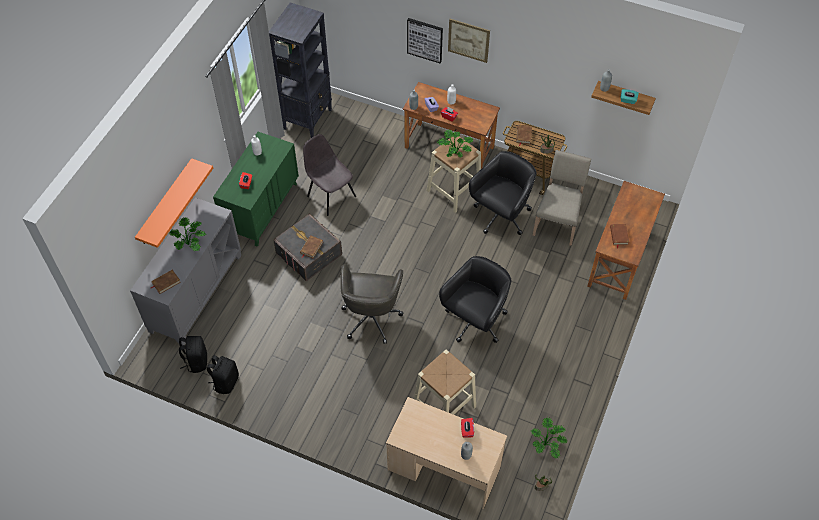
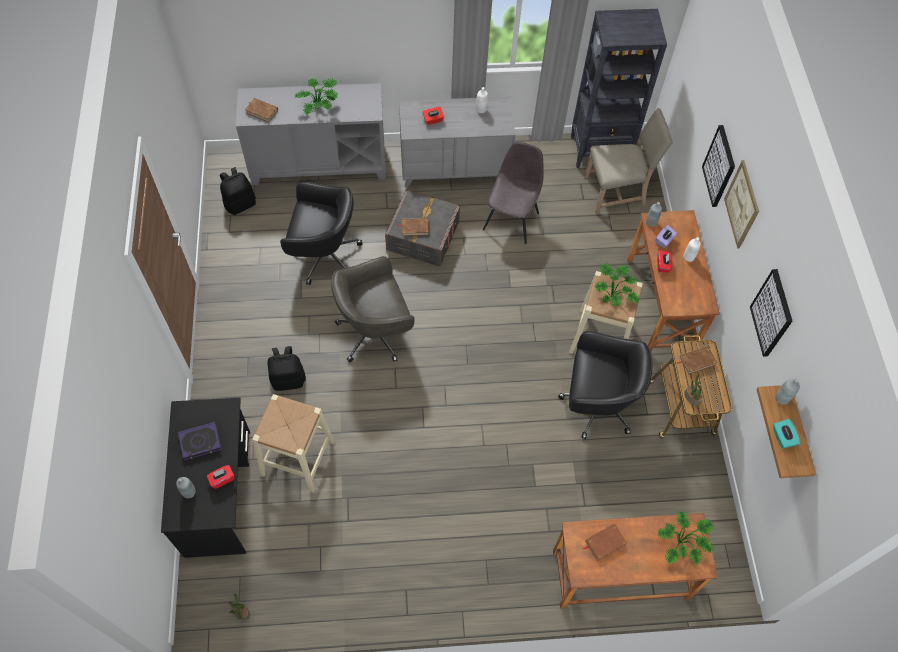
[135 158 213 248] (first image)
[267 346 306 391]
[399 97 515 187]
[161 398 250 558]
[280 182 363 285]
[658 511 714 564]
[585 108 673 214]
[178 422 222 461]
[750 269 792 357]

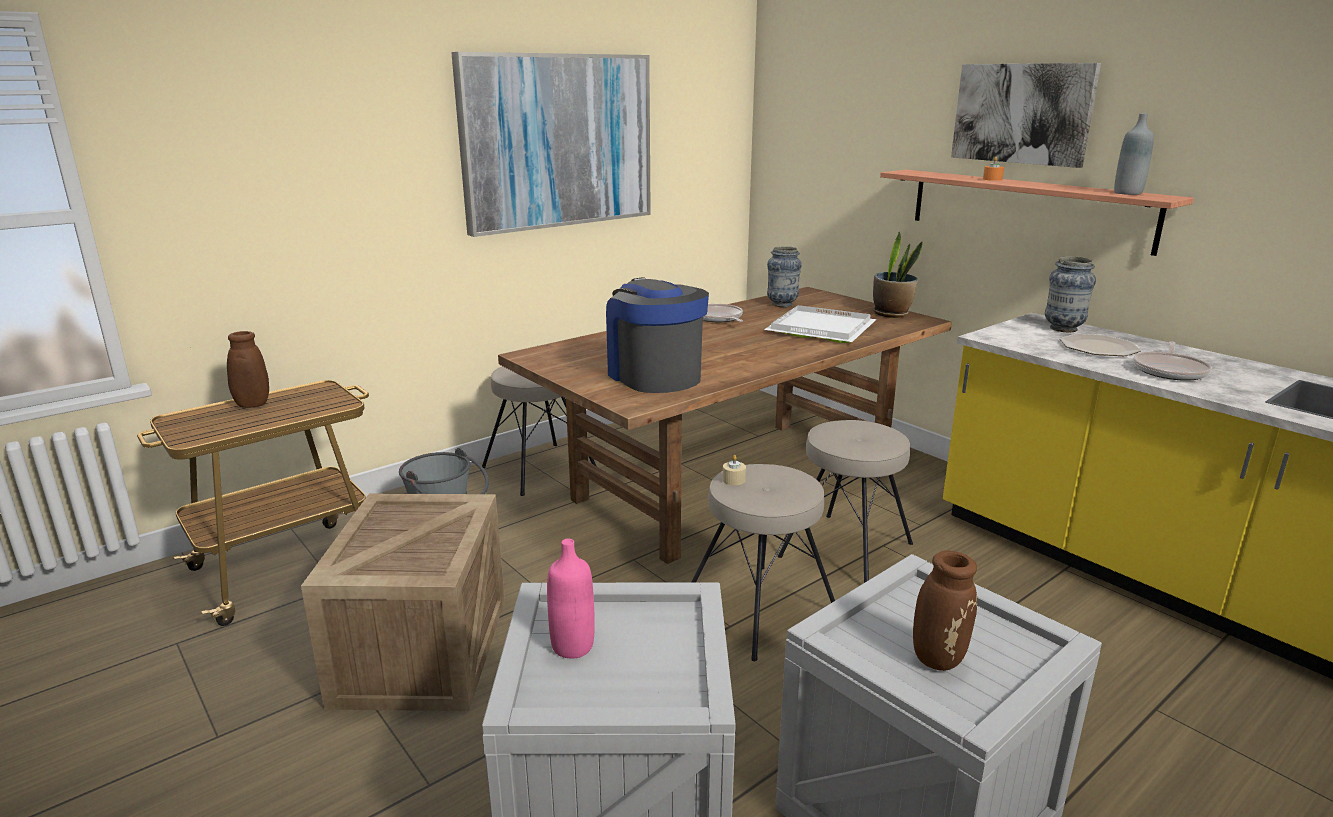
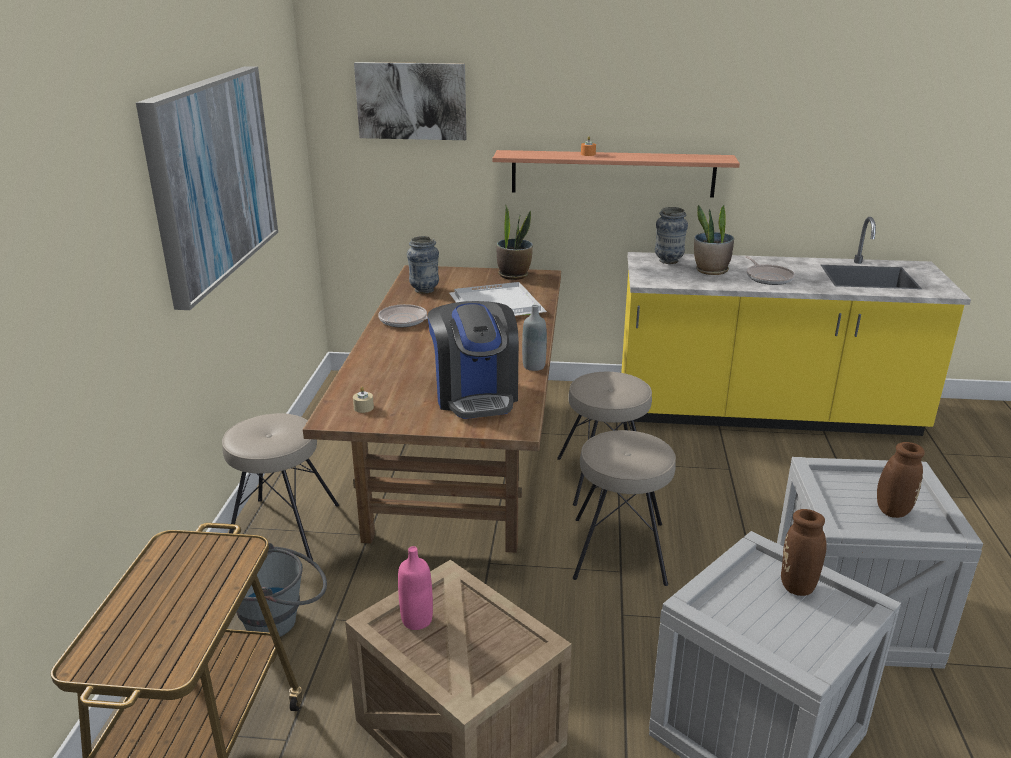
[781 509 863 596]
[398 546 433 630]
[428 301 519 419]
[353 387 374 413]
[354 62 467 140]
[694 205 734 275]
[522 305 547 371]

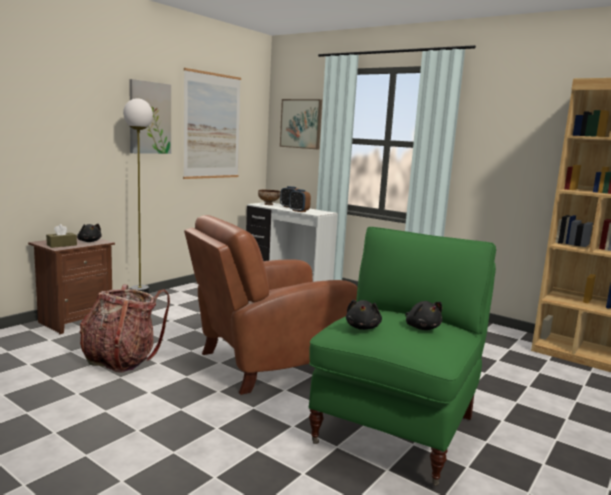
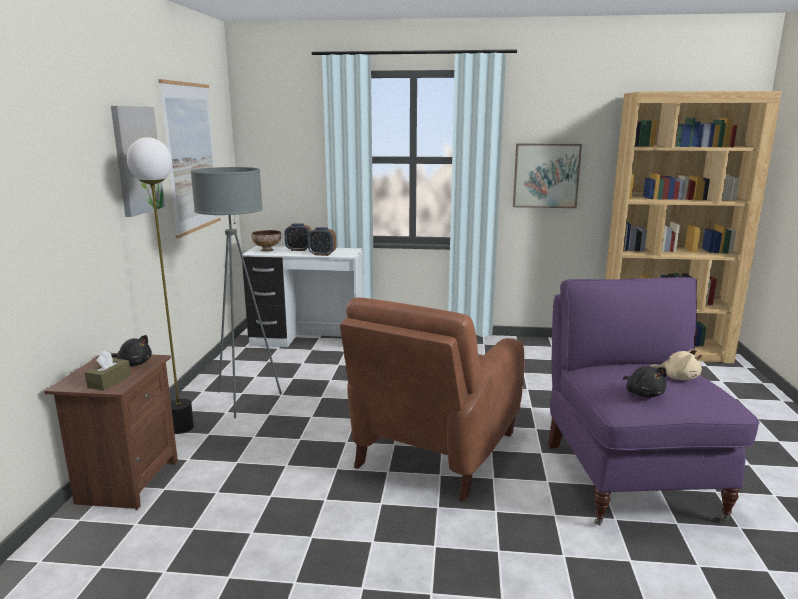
[79 285 170 373] (first image)
[513 144 582 208]
[548 277 760 525]
[649 349 702 380]
[190 167 282 418]

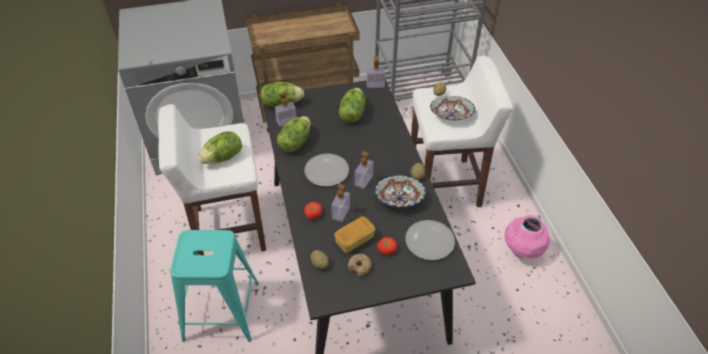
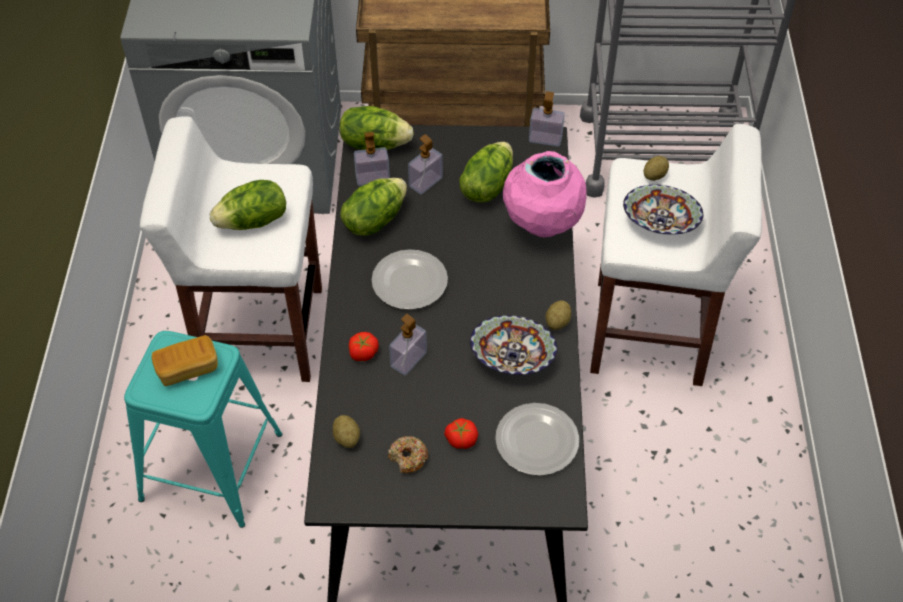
[152 335 218 386]
[408 134 443 194]
[503 151 586 237]

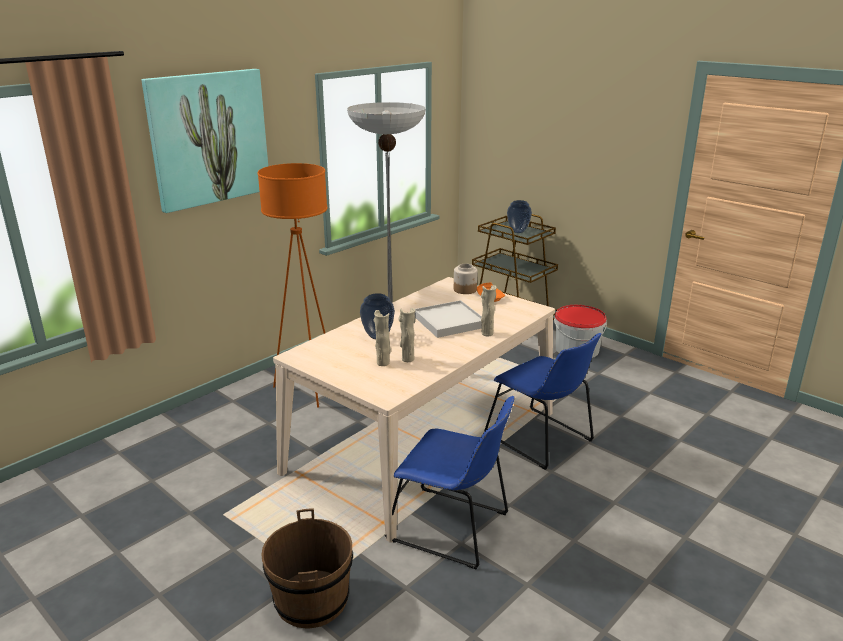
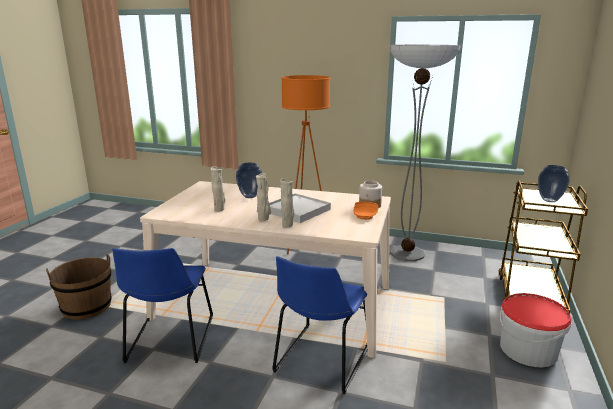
[141 69 268 213] (first image)
[256 173 271 221]

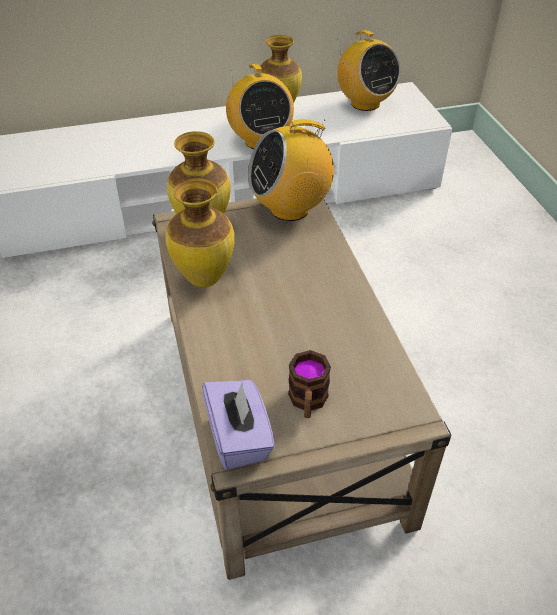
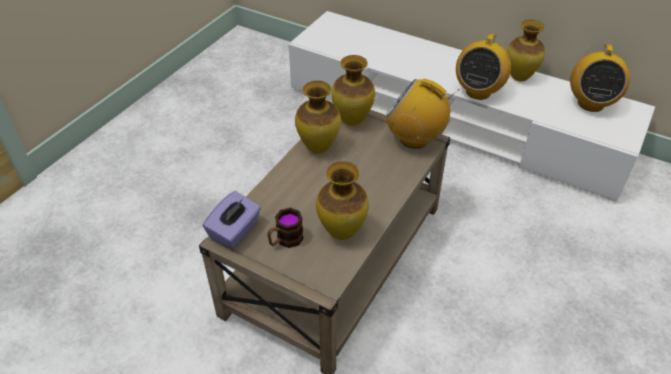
[316 161 369 240]

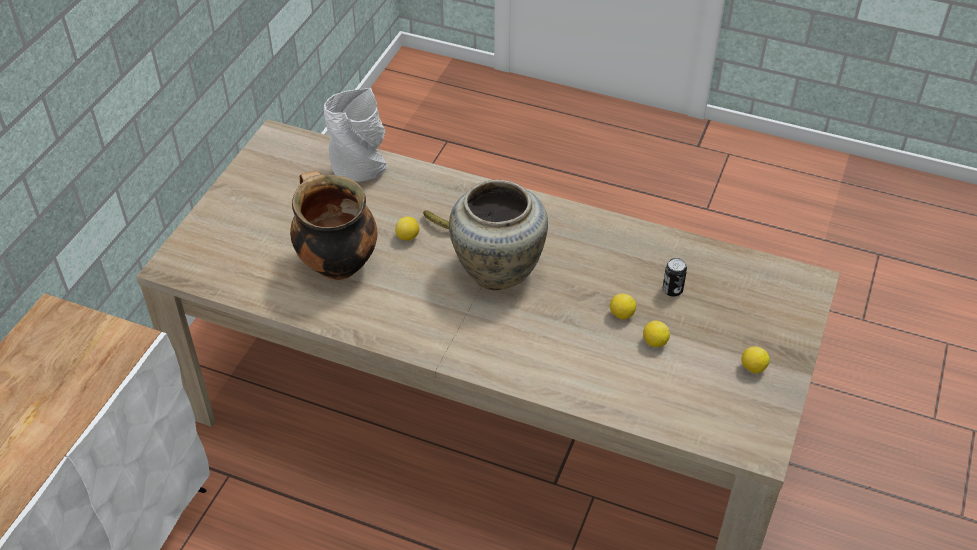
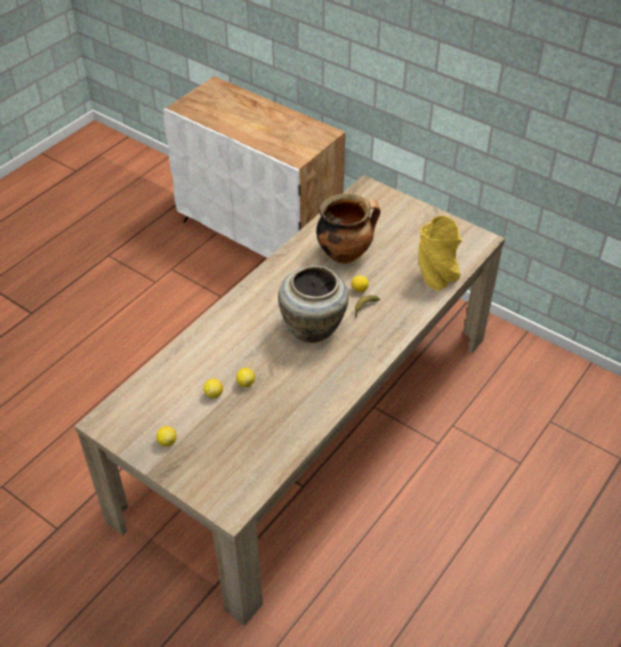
[418 215 463 291]
[663 258 687 297] (first image)

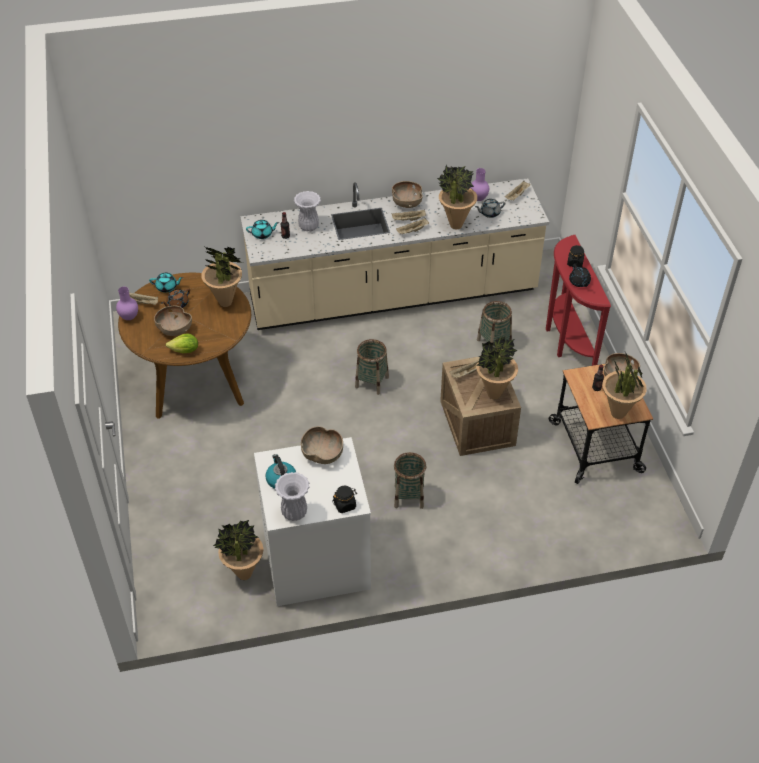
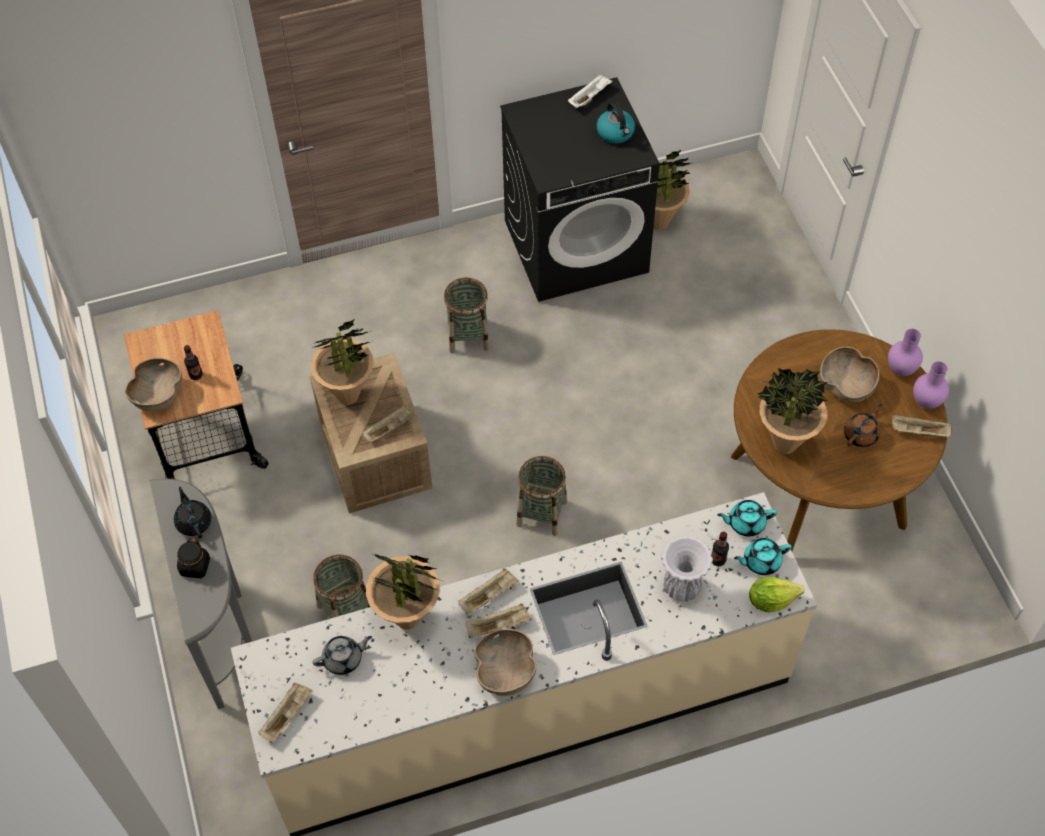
[717 500 777 536]
[749 577 804 612]
[500 77 659 302]
[568 74 613 108]
[301 426 343 464] (first image)
[332 486 357 513] (first image)
[888 329 923 376]
[149 479 252 709]
[602 352 647 419] (first image)

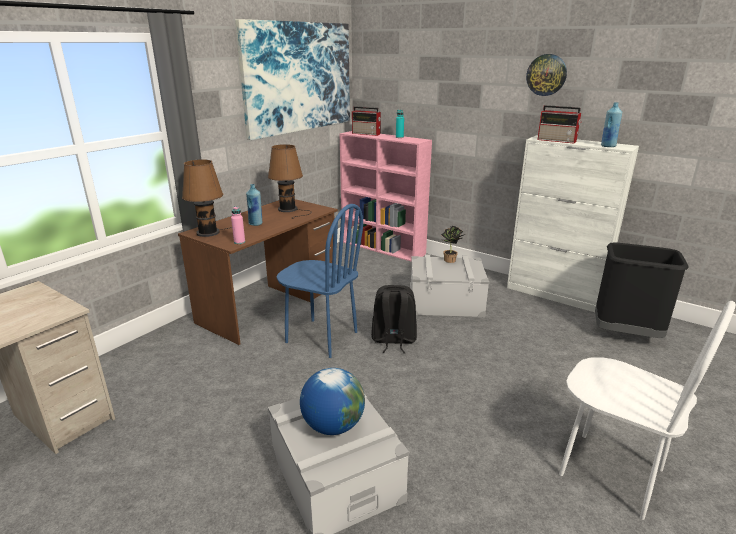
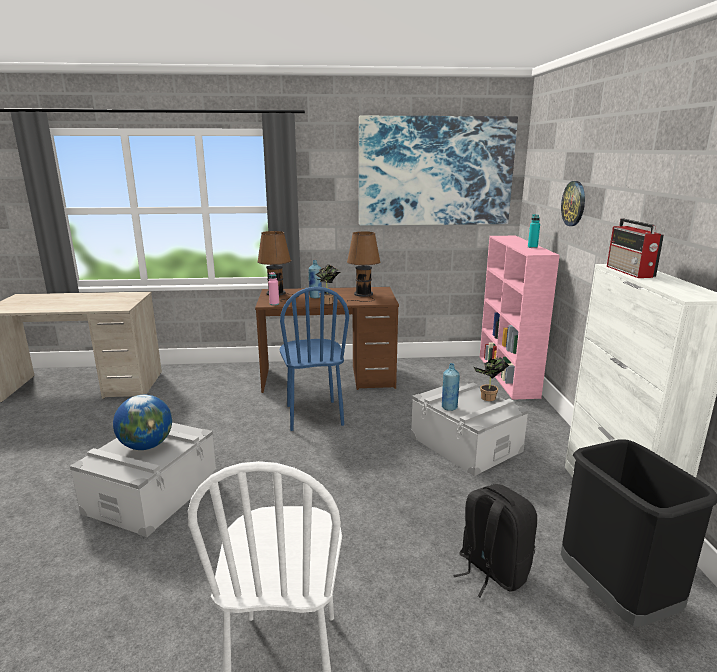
[352 106 381 136] (first image)
[453 484 537 597]
[561 181 585 226]
[442 363 460 411]
[315 264 340 304]

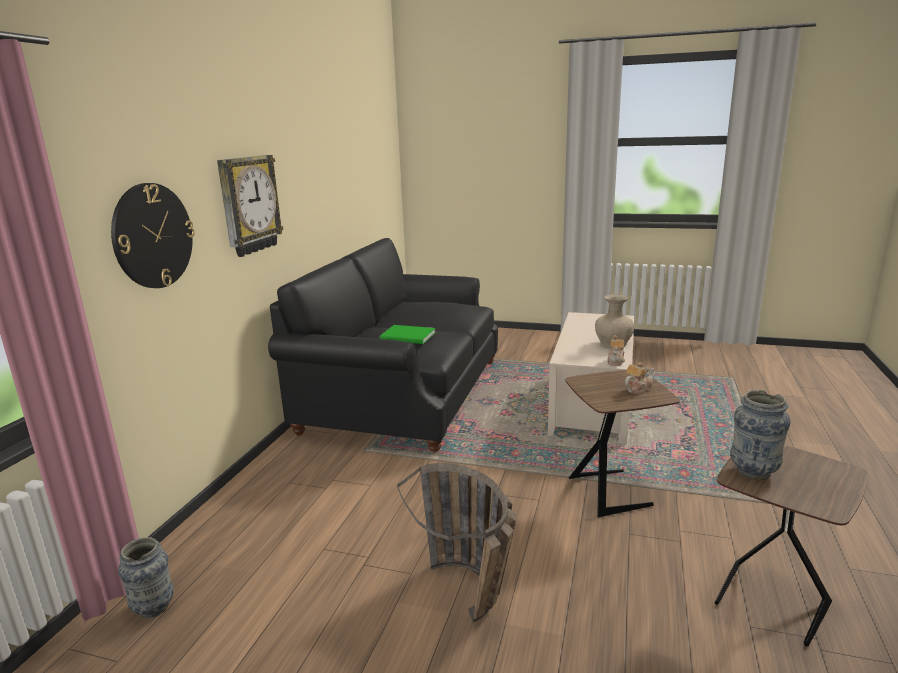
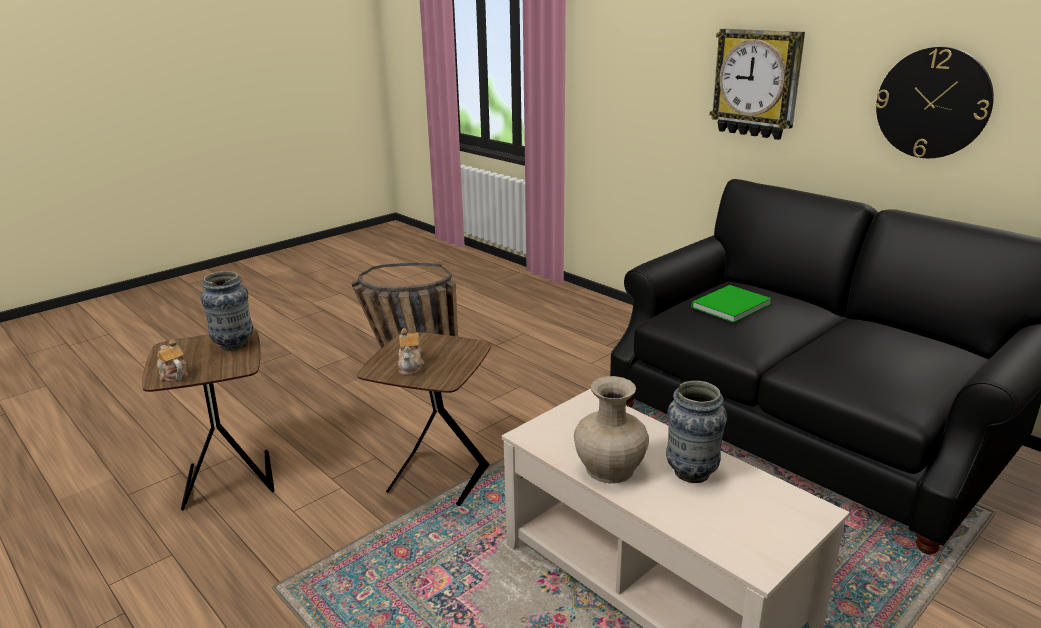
[876 47 994 158]
[666 381 727 483]
[157 339 188 382]

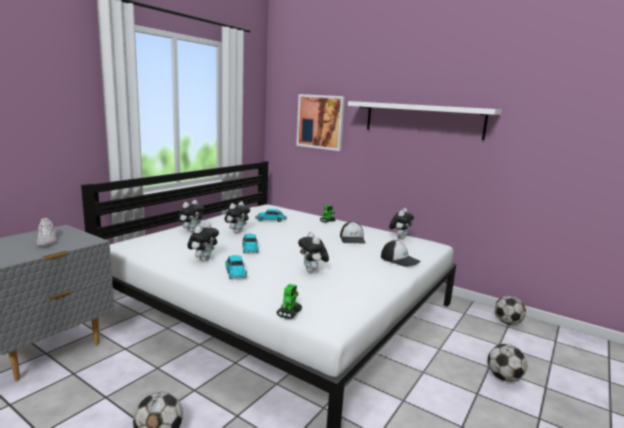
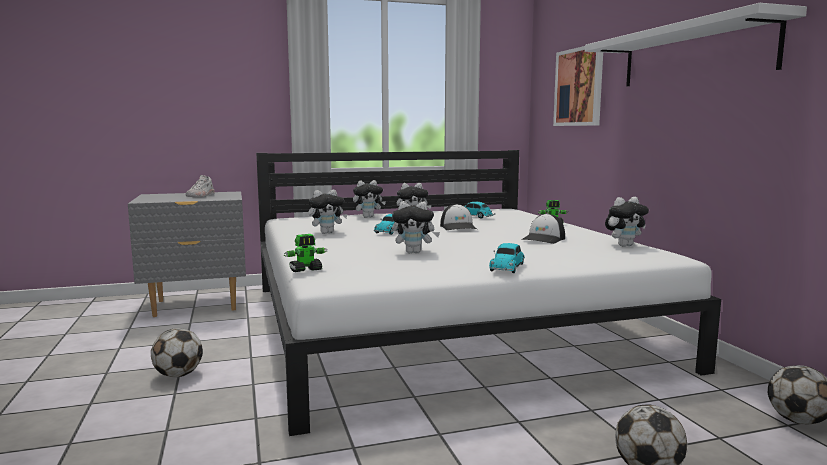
[489 243 525 273]
[392 201 440 254]
[440 204 477 230]

